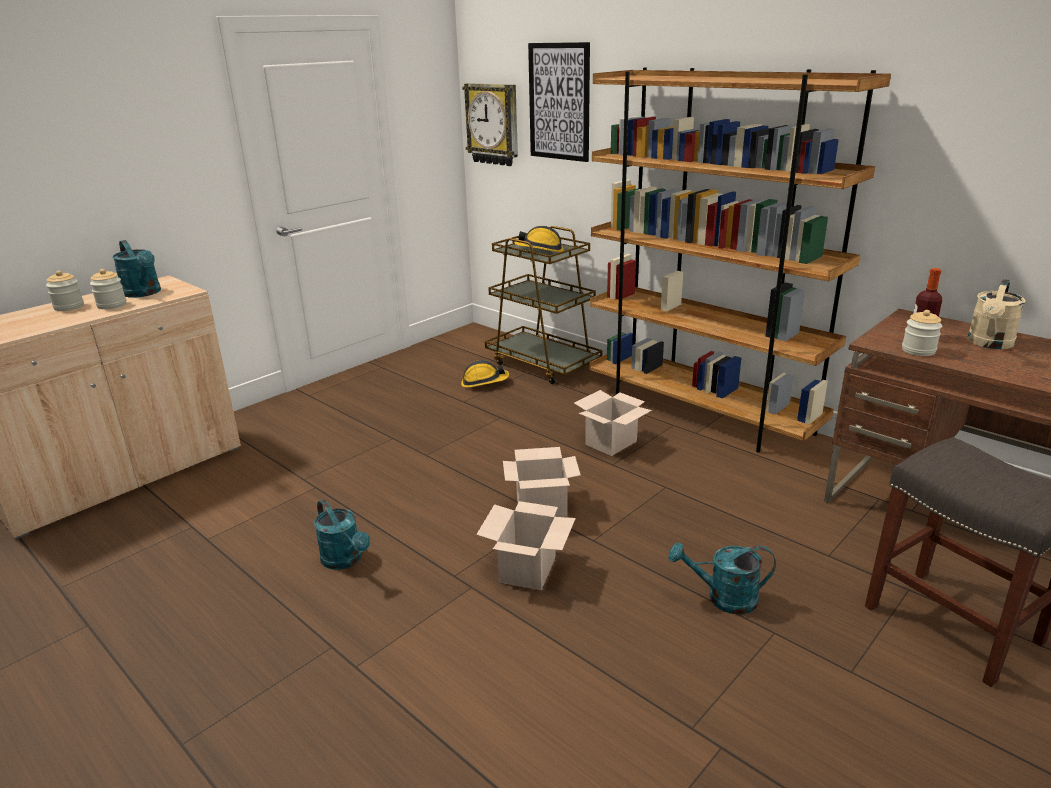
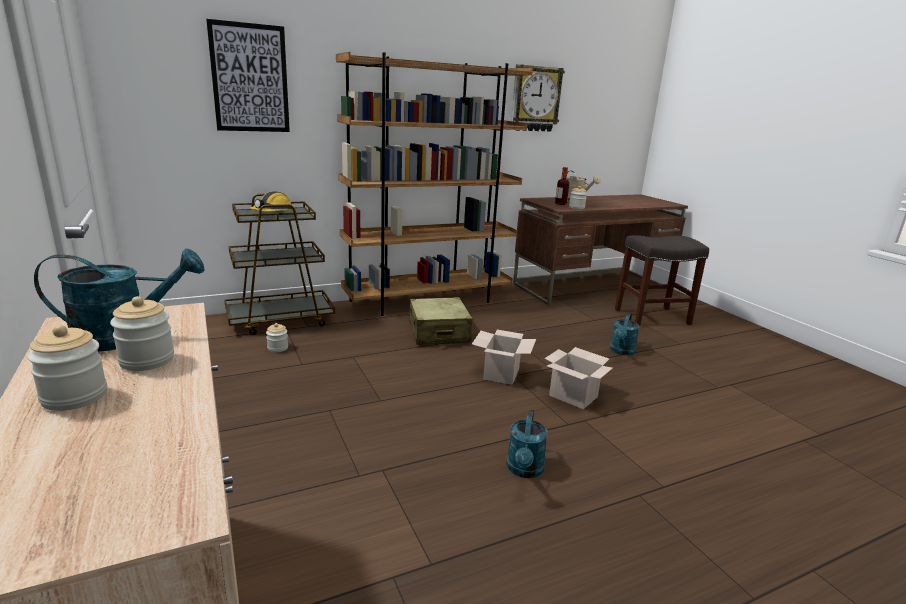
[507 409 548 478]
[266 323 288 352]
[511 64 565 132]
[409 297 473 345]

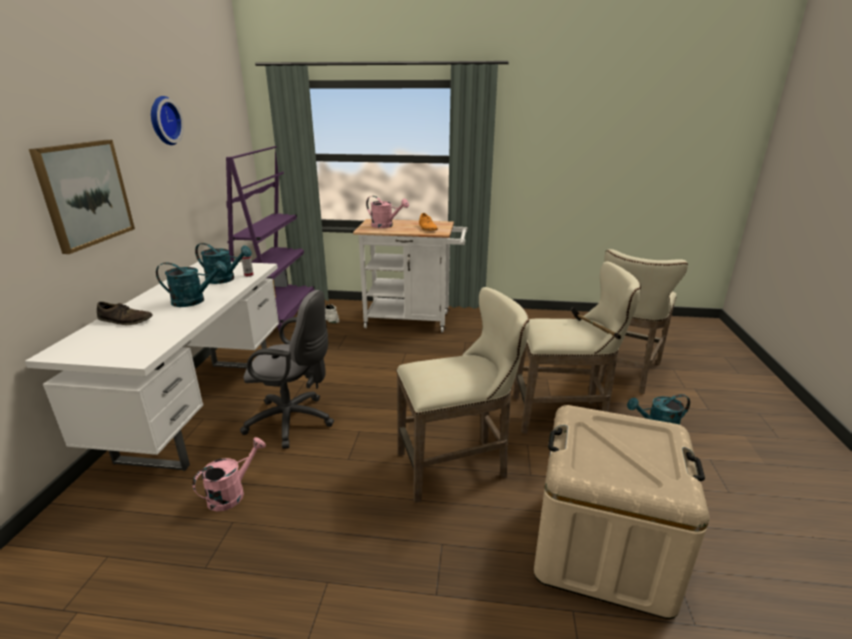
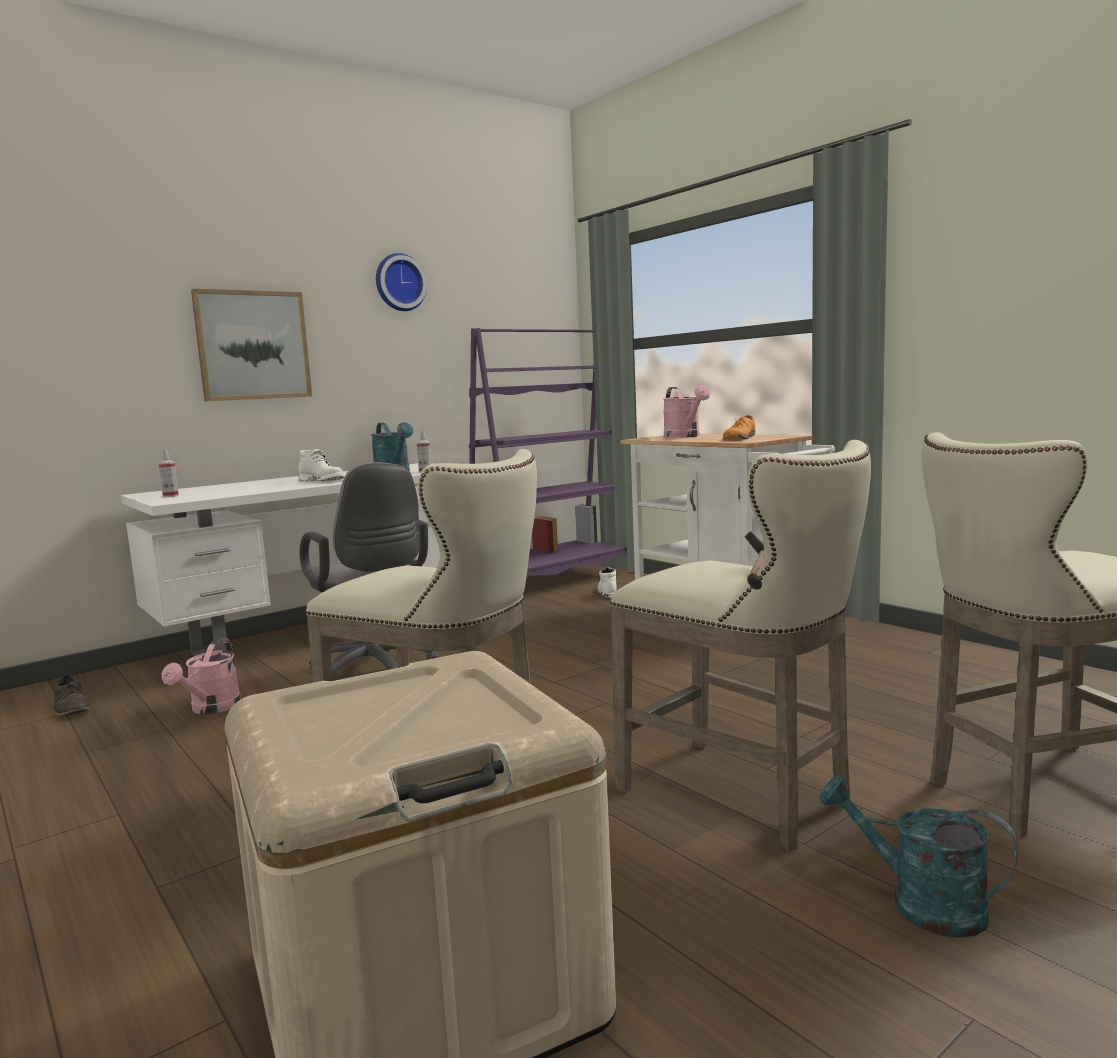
[54 674 90 716]
[298 449 344 481]
[162 638 241 714]
[158 449 179 497]

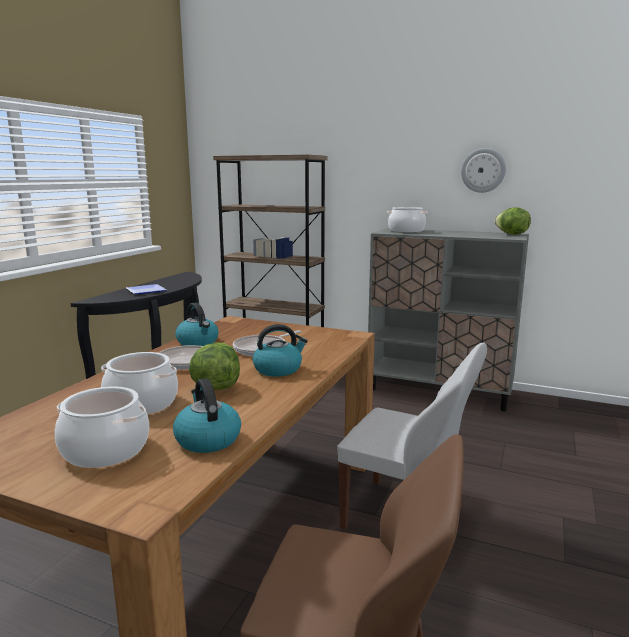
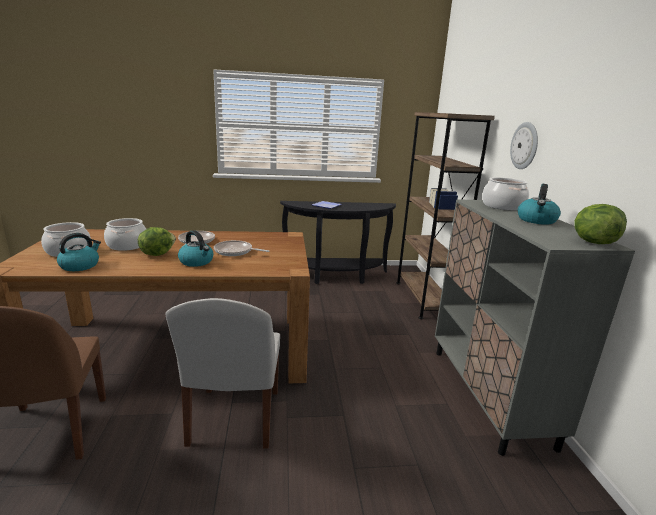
[518 184 561 225]
[510 122 538 169]

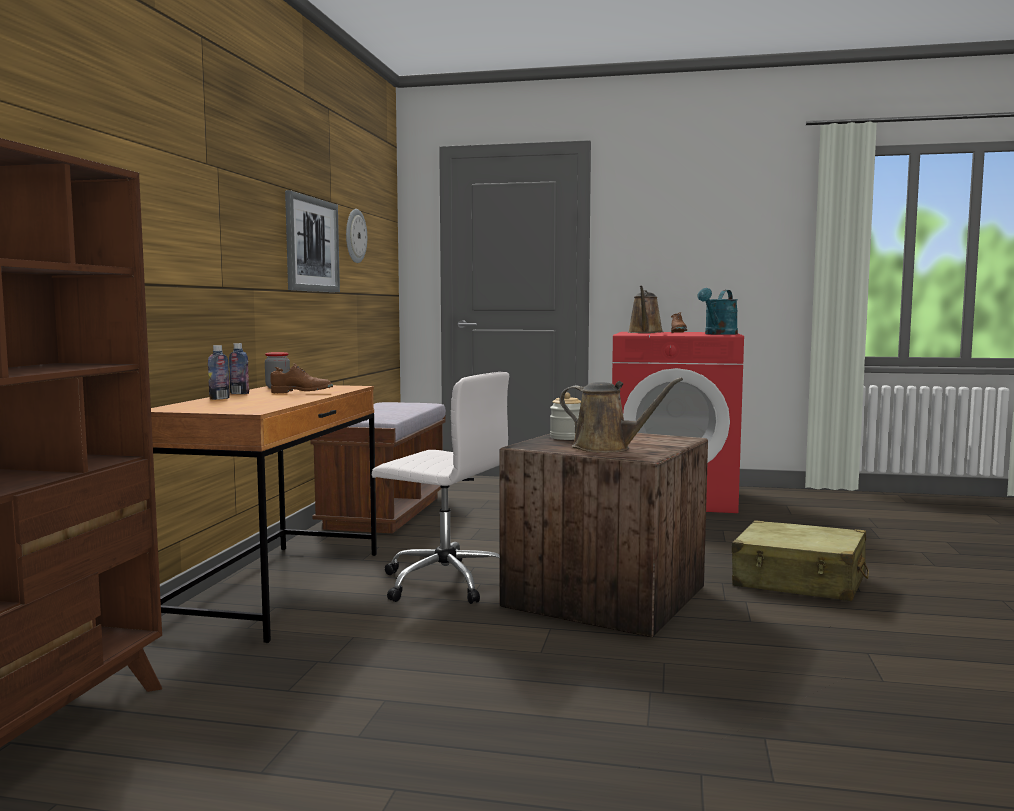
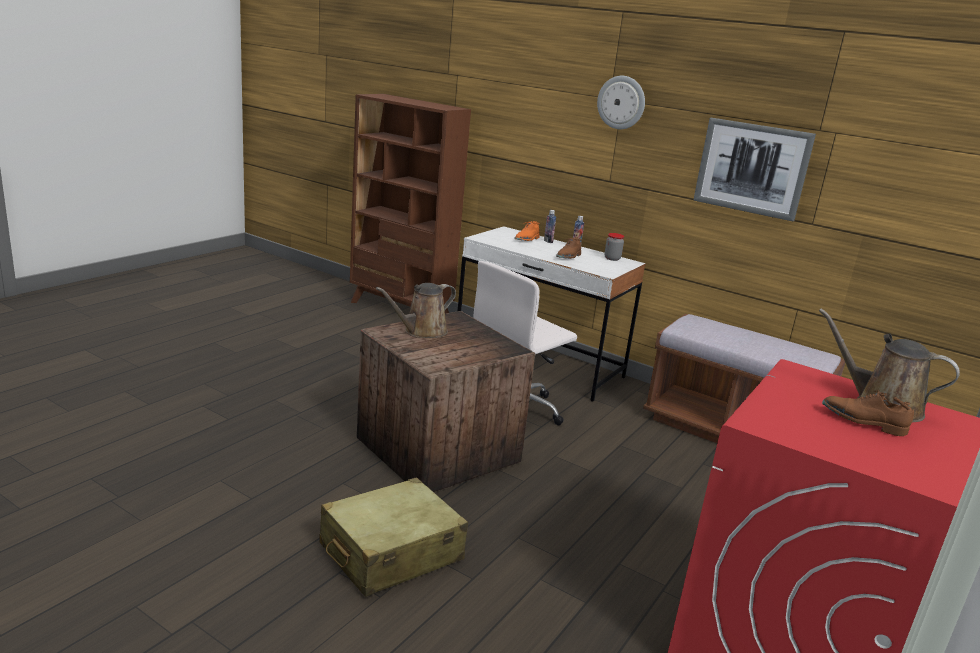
[458 226 646 402]
[597 76 645 129]
[550 393 581 440] (first image)
[698 288 738 335] (first image)
[514 221 540 241]

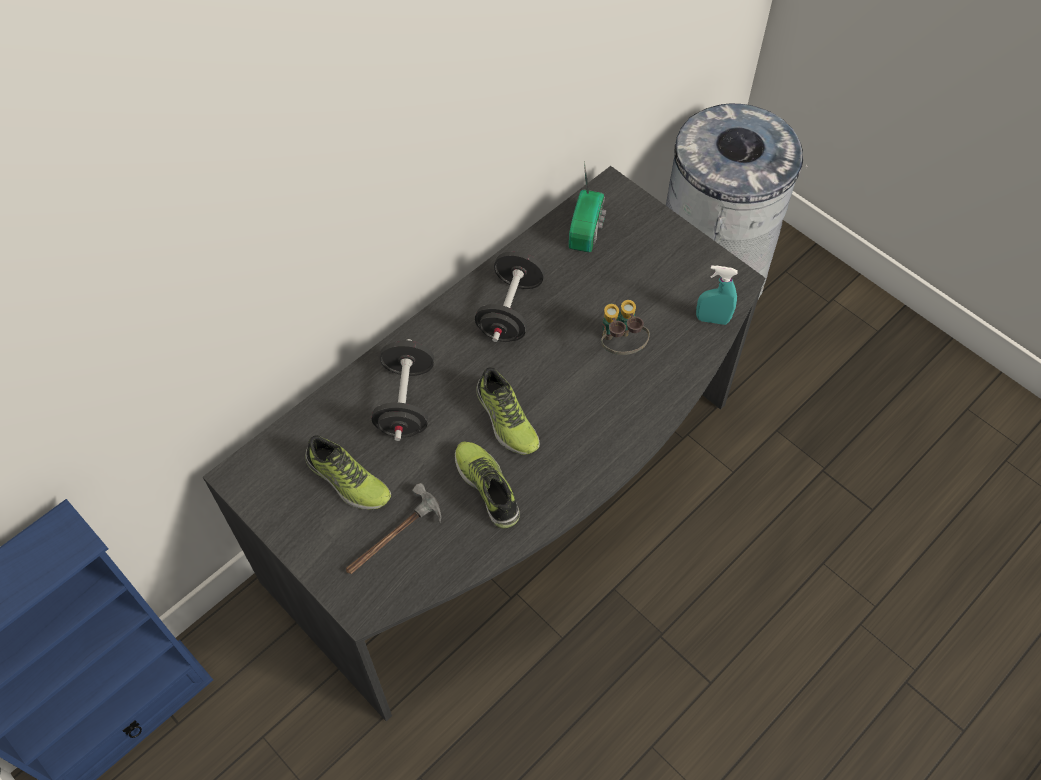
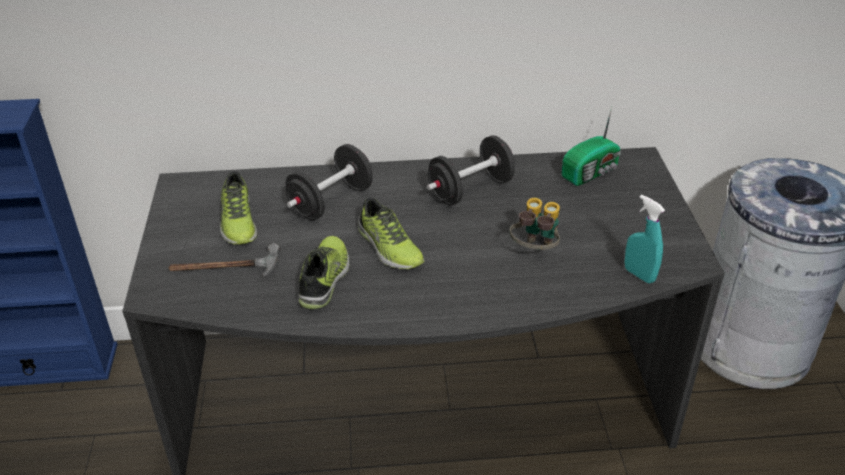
[358 198 425 269]

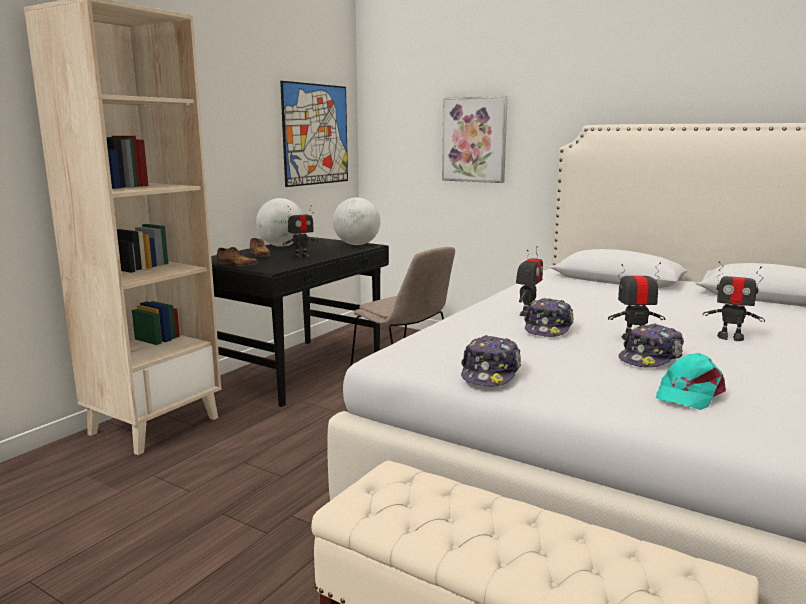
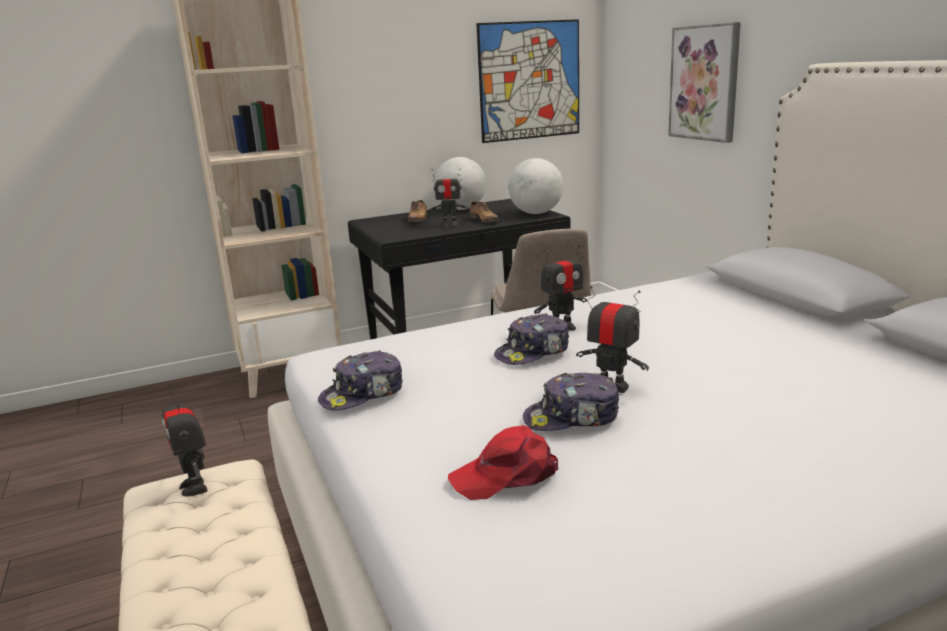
[470 201 499 222]
[448 425 558 500]
[162 384 208 497]

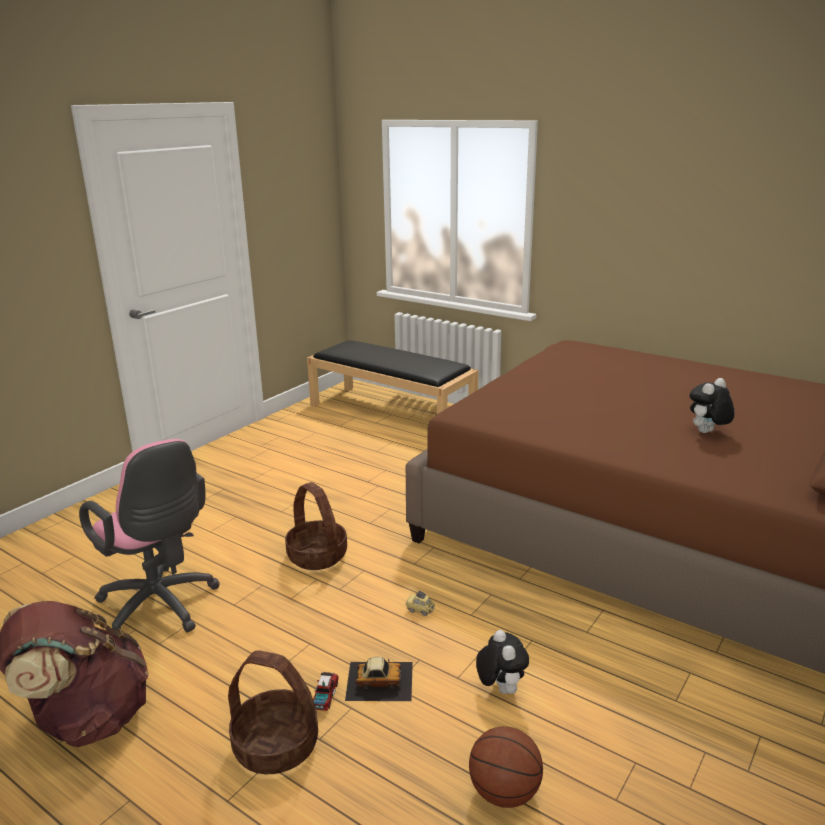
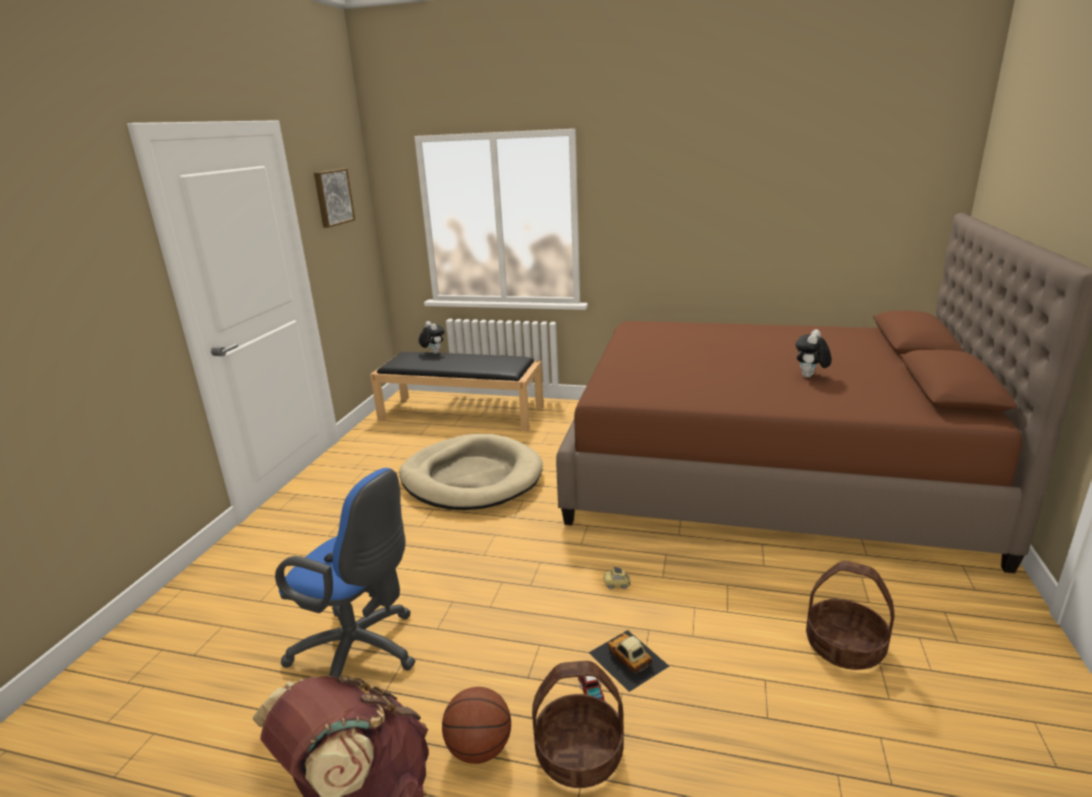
[275 468 416 678]
[806 561 895 670]
[589 630 669 692]
[442 687 511 764]
[419 321 445 354]
[314 168 355 228]
[399 434 543 510]

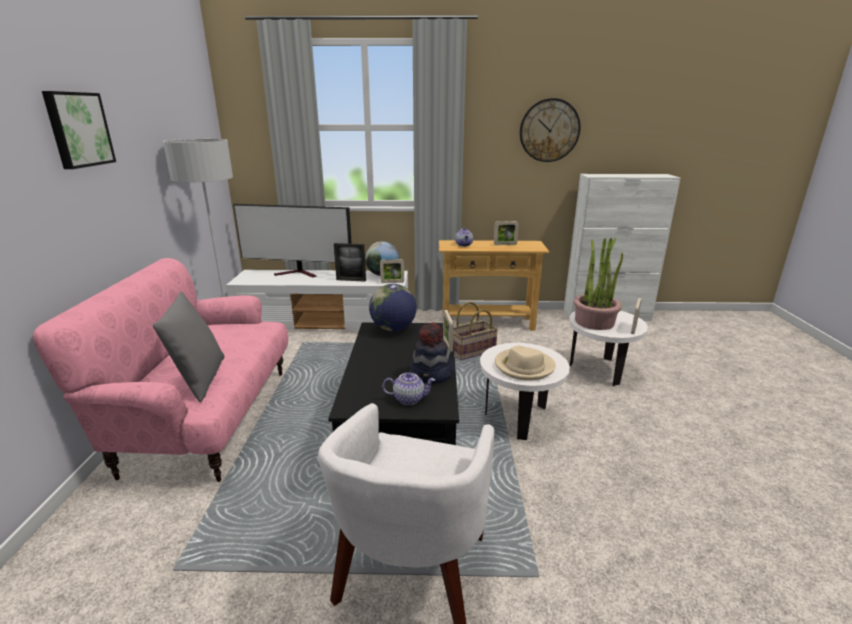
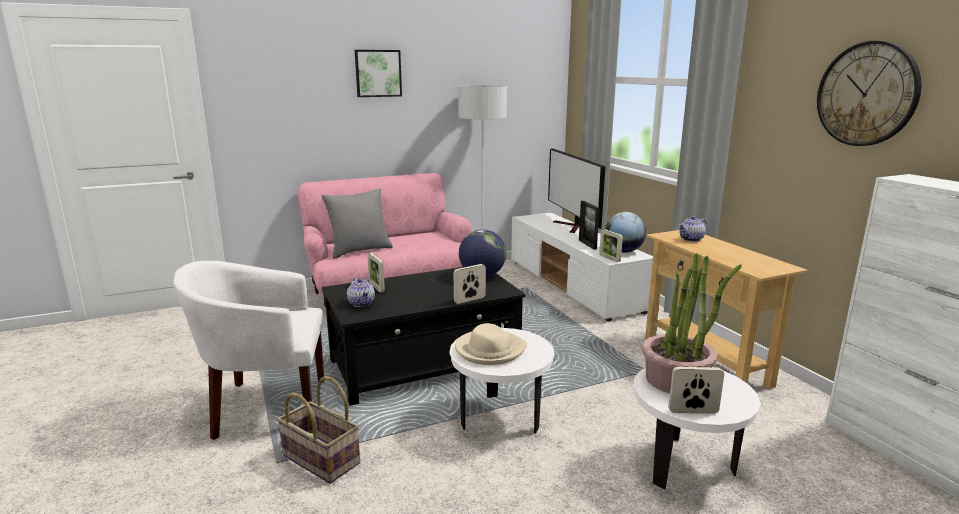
[410 322 453 384] (first image)
[277 376 360 484]
[367 252 385 293]

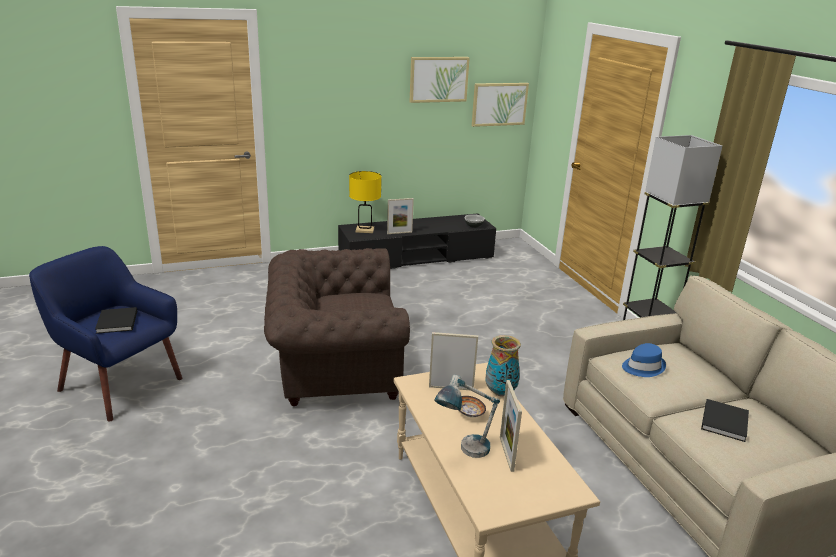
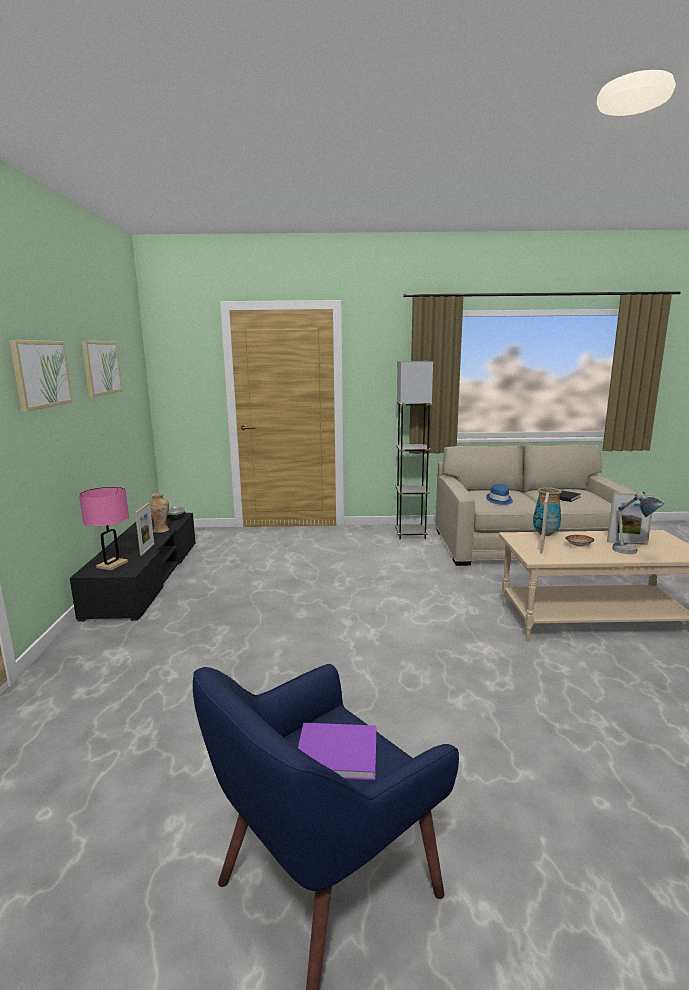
[298 723 376 780]
[264 248 410 406] (first image)
[79 487 129 570]
[9 340 73 412]
[149 493 169 533]

